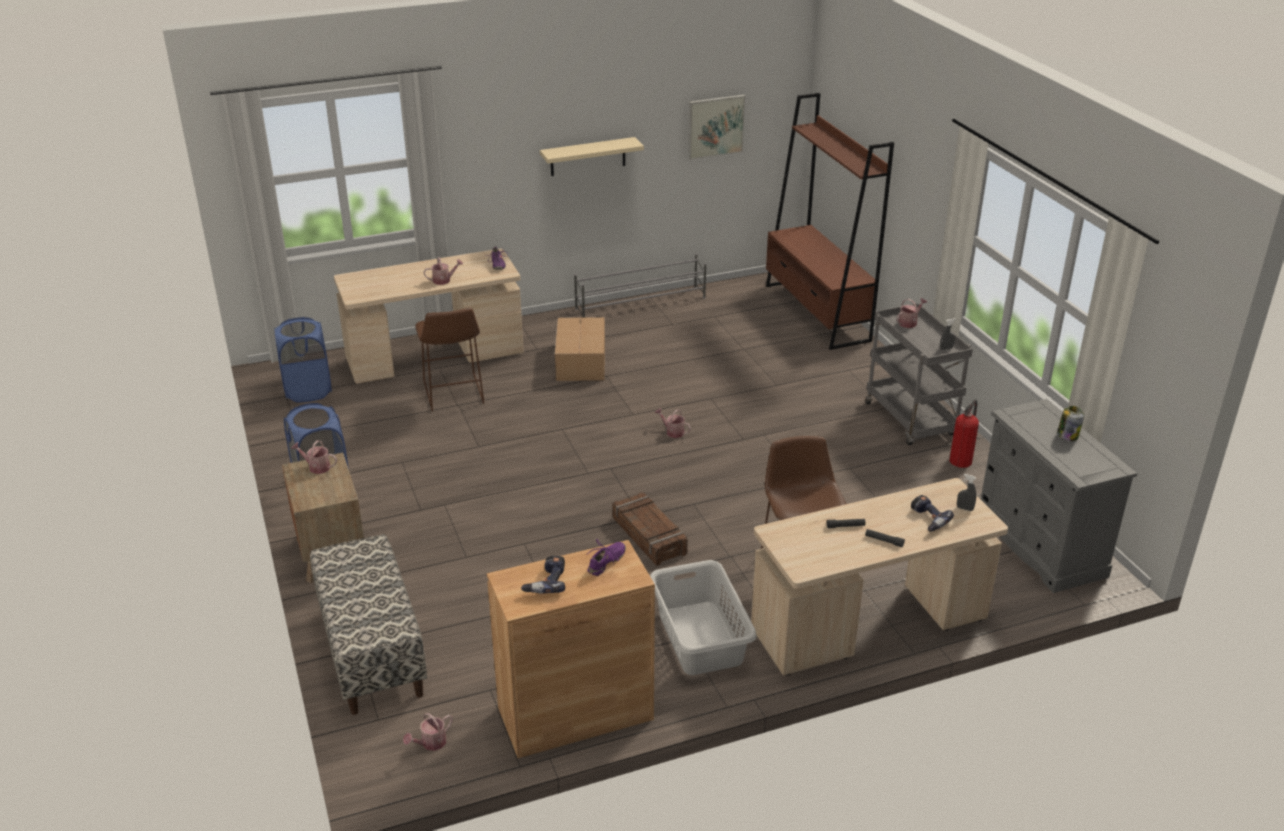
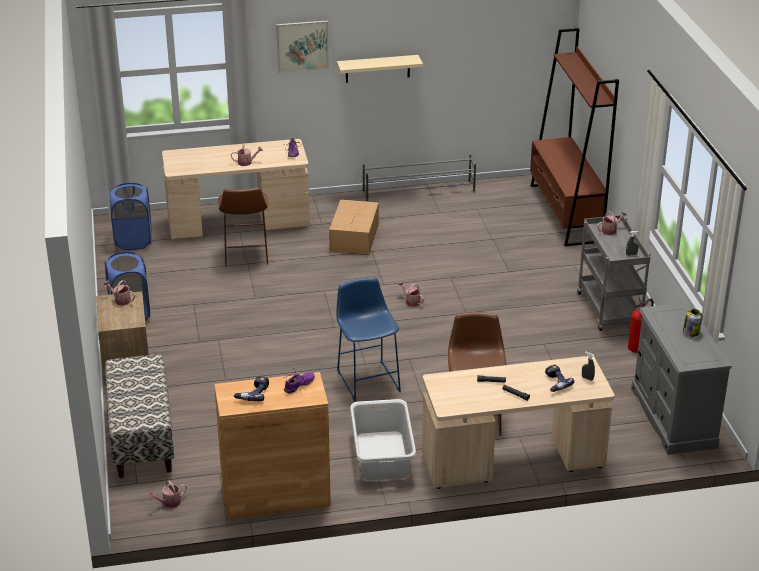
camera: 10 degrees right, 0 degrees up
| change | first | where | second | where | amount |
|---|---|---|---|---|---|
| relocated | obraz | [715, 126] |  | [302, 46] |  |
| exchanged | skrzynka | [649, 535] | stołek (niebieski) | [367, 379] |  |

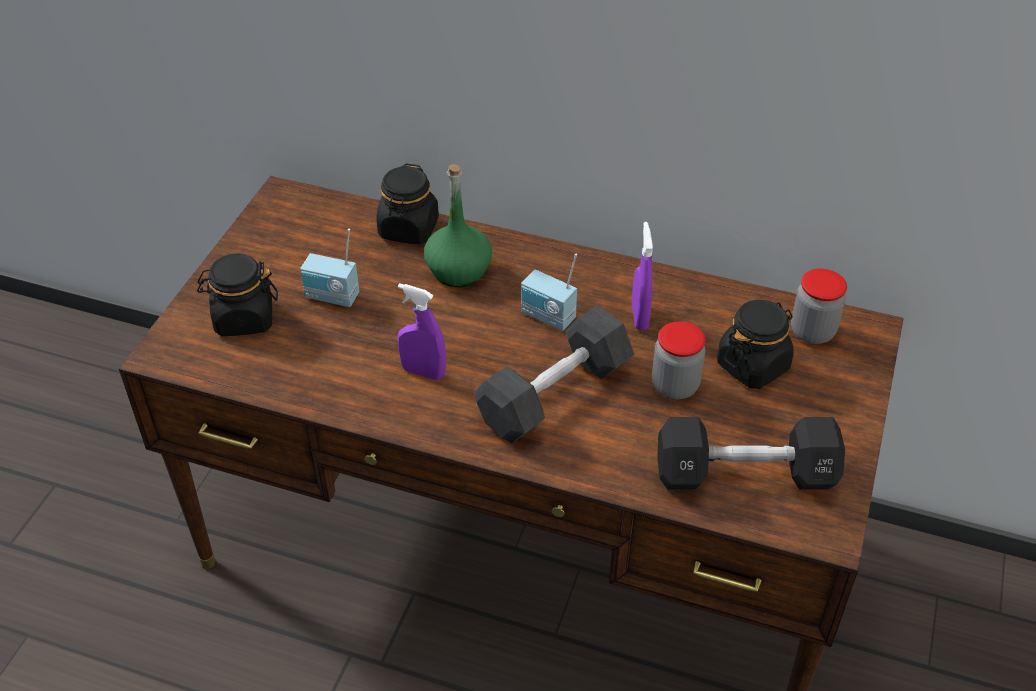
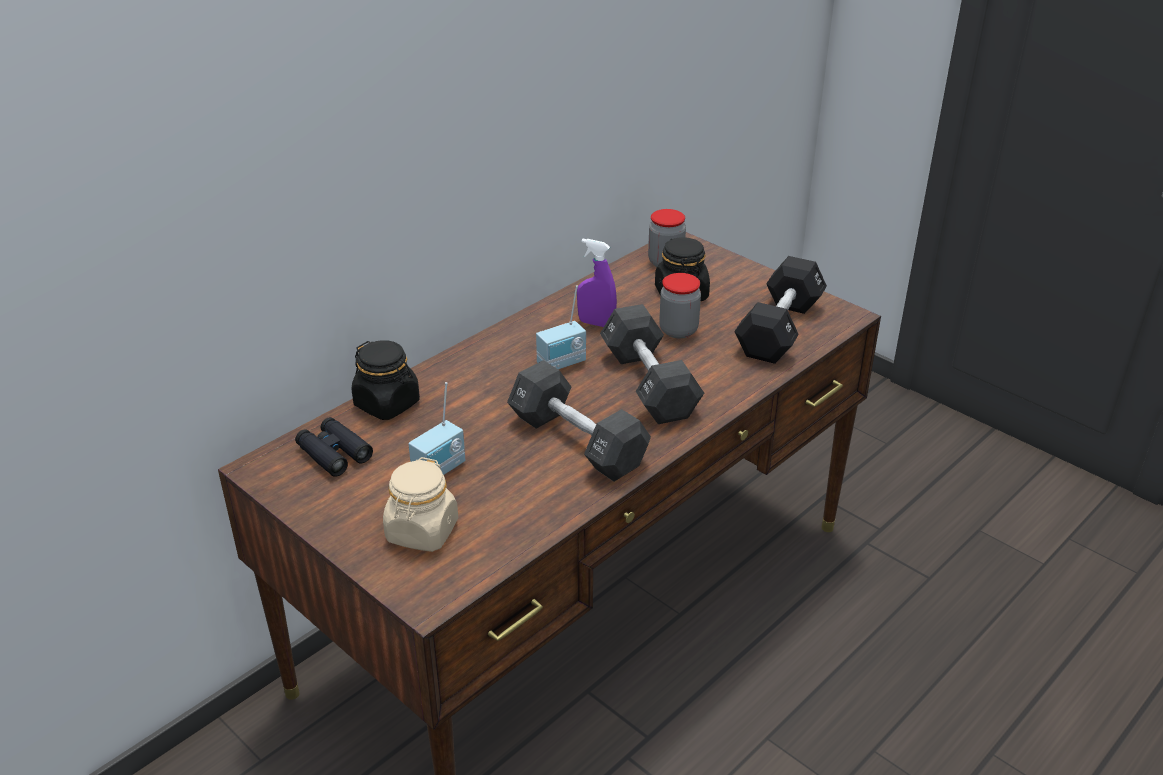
camera: 65 degrees left, 10 degrees down
| change | first | where | second | where | amount |
|---|---|---|---|---|---|
| missing | butelka (zielony) | [459, 270] |  |  |  |
| colour | słoik (czarny) | [244, 318] | słoik (beżowy) | [422, 532] |  |
| exchanged | spryskiwacz (fioletowy) | [423, 372] | hantel (czarny) | [577, 441] |  |
| appeared |  |  | lornetka (czarny) | [334, 453] |  |

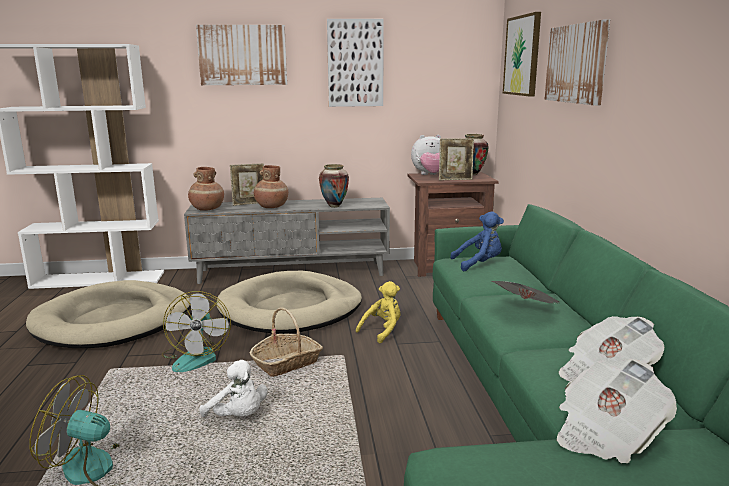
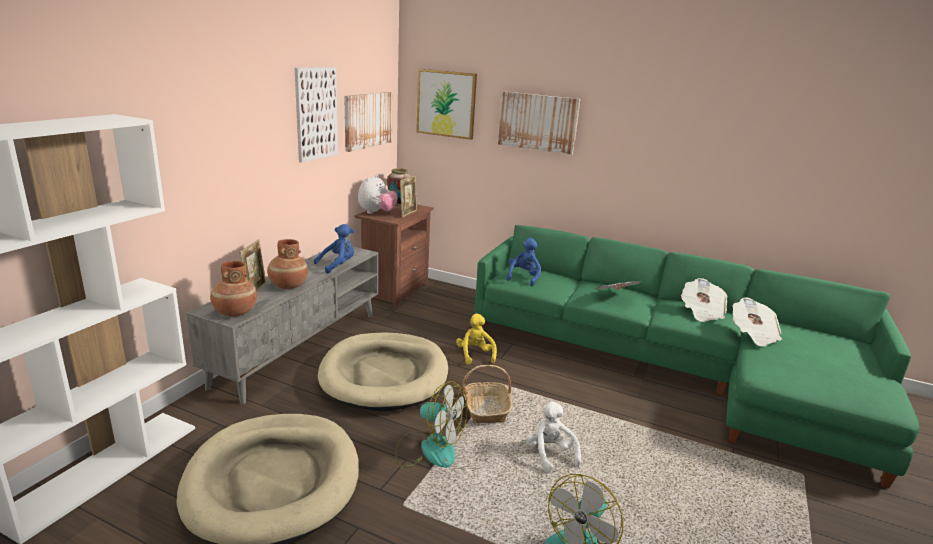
camera: 60 degrees left, 5 degrees up
| change | first | where | second | where | amount |
|---|---|---|---|---|---|
| relocated | obraz | [243, 55] |  | [368, 120] |  |
| exchanged | wazon | [334, 206] | pluszak (niebieski) | [337, 265] |  |
| spun | pluszak (biały) | [238, 417] |  | [550, 454] | 90 degrees counterclockwise |

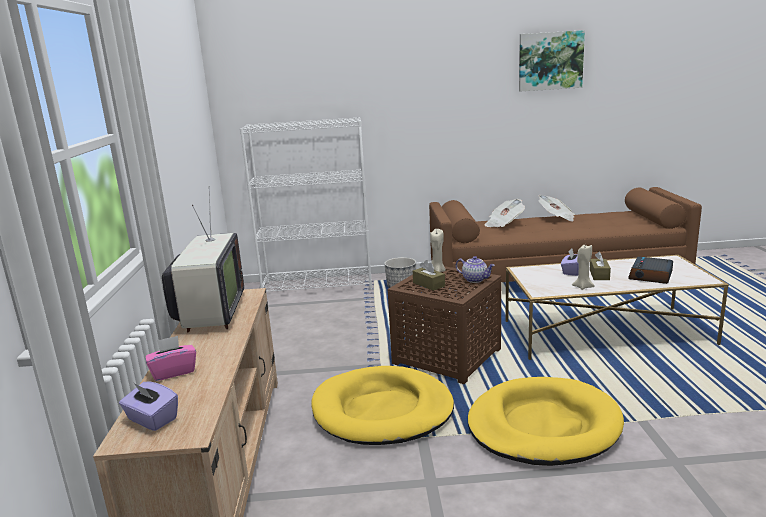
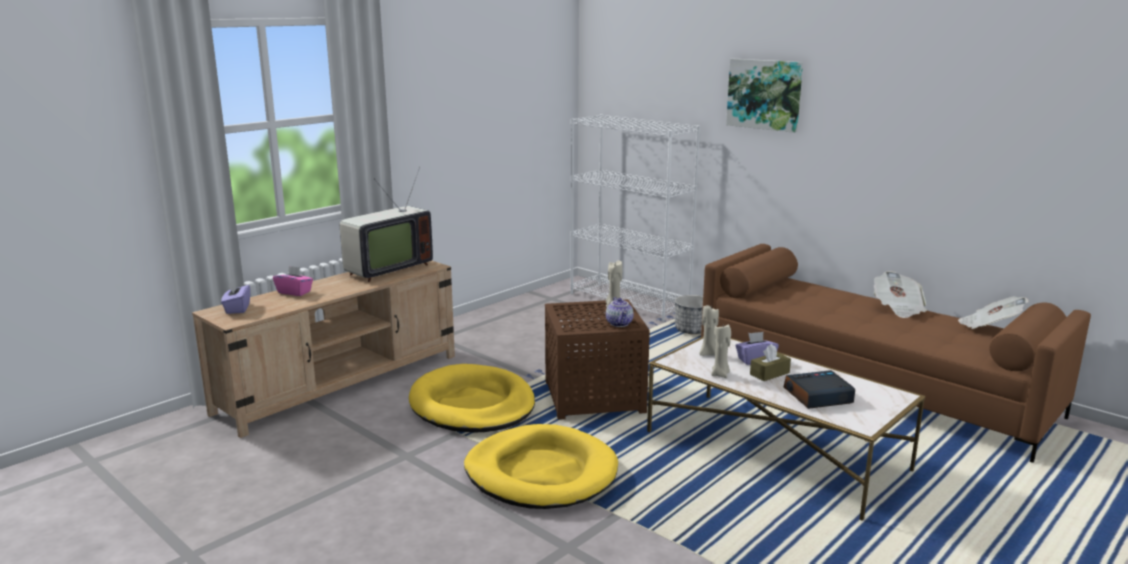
camera: 45 degrees right, 0 degrees up
| change | first | where | second | where | amount |
|---|---|---|---|---|---|
| relocated | obraz | [550, 61] |  | [764, 94] |  |
| relocated | gazeta | [503, 224] |  | [989, 327] |  |
| missing | pudełko chusteczek (brązowy) | [428, 284] |  |  |  |
| appeared |  |  | świeca (beżowy) | [709, 354] |  |

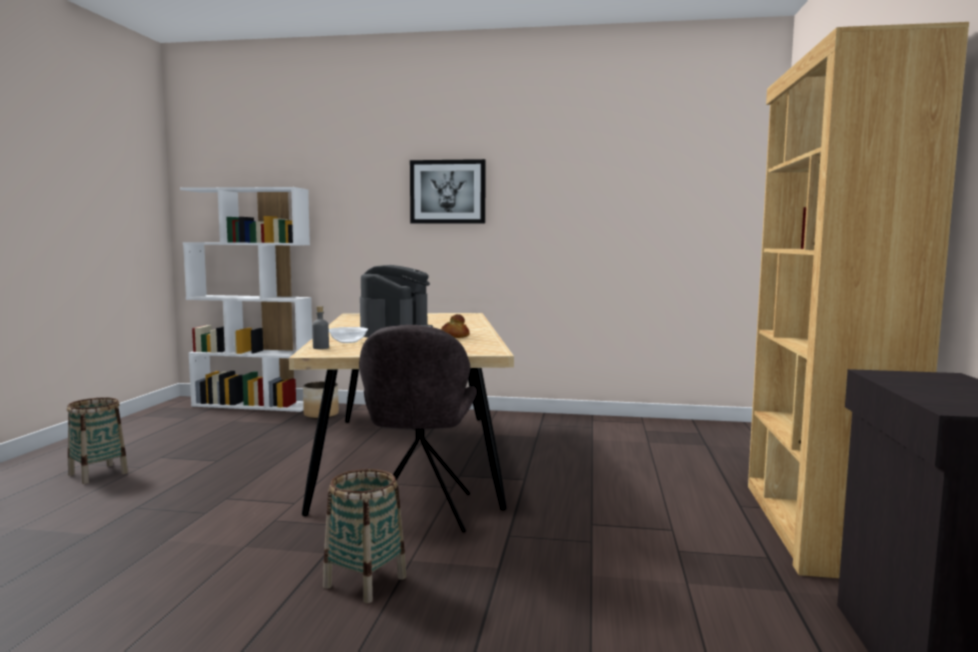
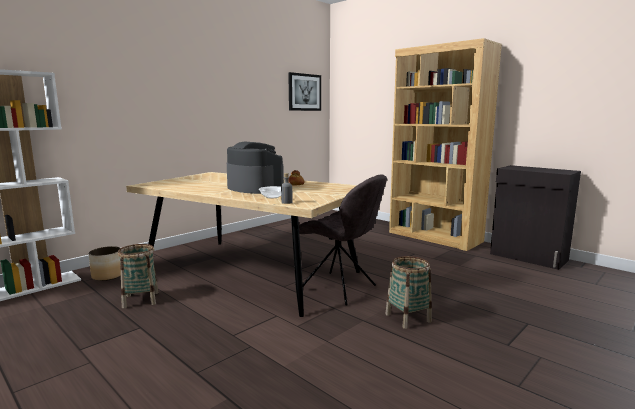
camera: 55 degrees left, 5 degrees up
| change | first | where | second | where | amount |
|---|---|---|---|---|---|
| relocated | obraz | [447, 192] |  | [304, 92] |  |
| relocated | koszyk | [98, 474] |  | [141, 300] |  |

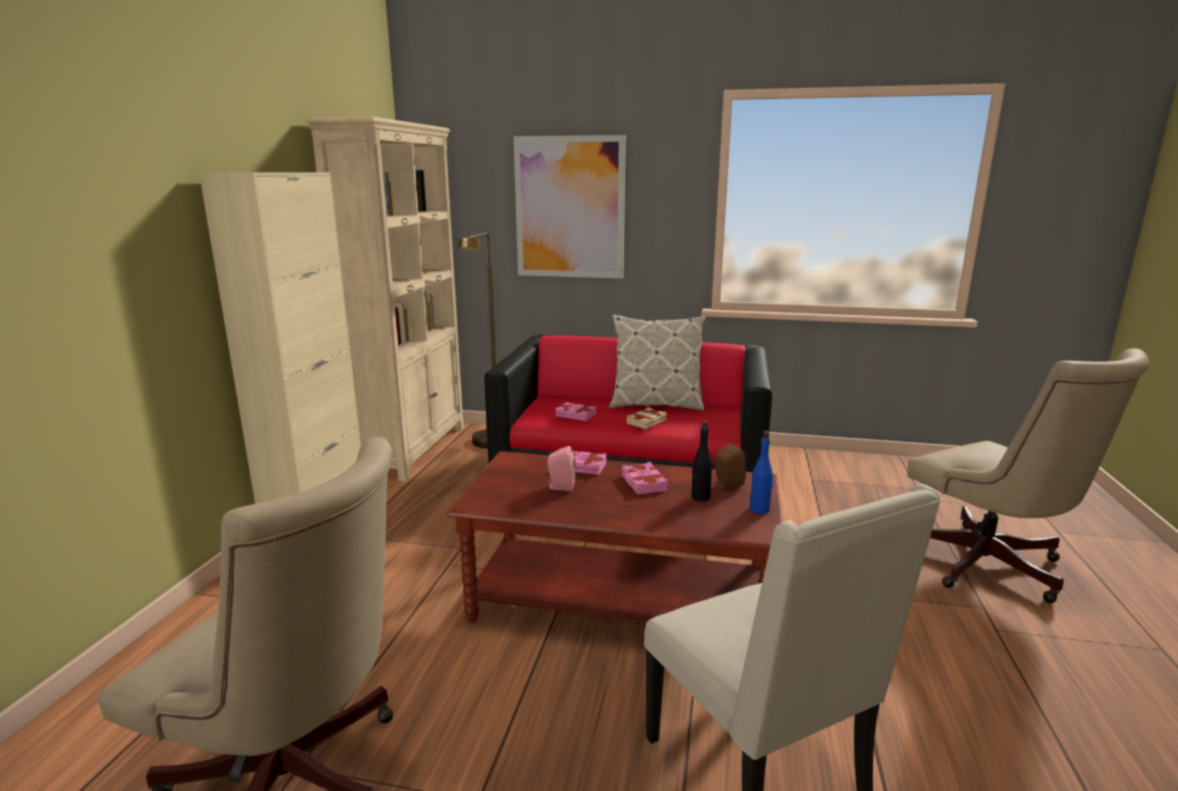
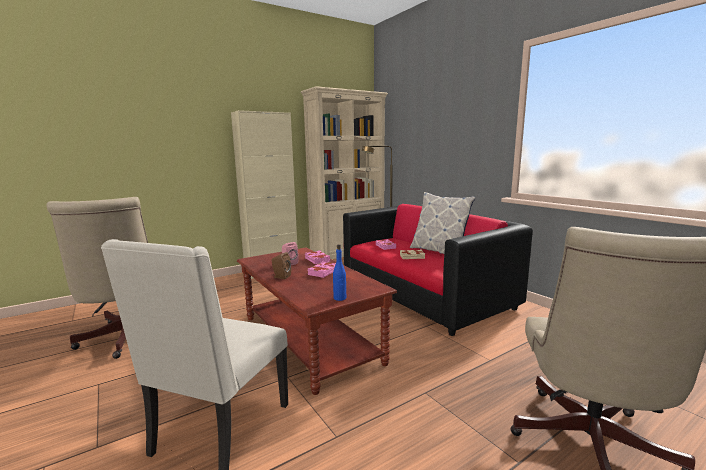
camera: 45 degrees right, 5 degrees down
| change | first | where | second | where | amount |
|---|---|---|---|---|---|
| missing | obraz | [570, 208] |  |  |  |
| missing | butelka (czarny) | [700, 497] |  |  |  |
| relocated | głośnik (brązowy) | [726, 485] |  | [280, 277] |  |

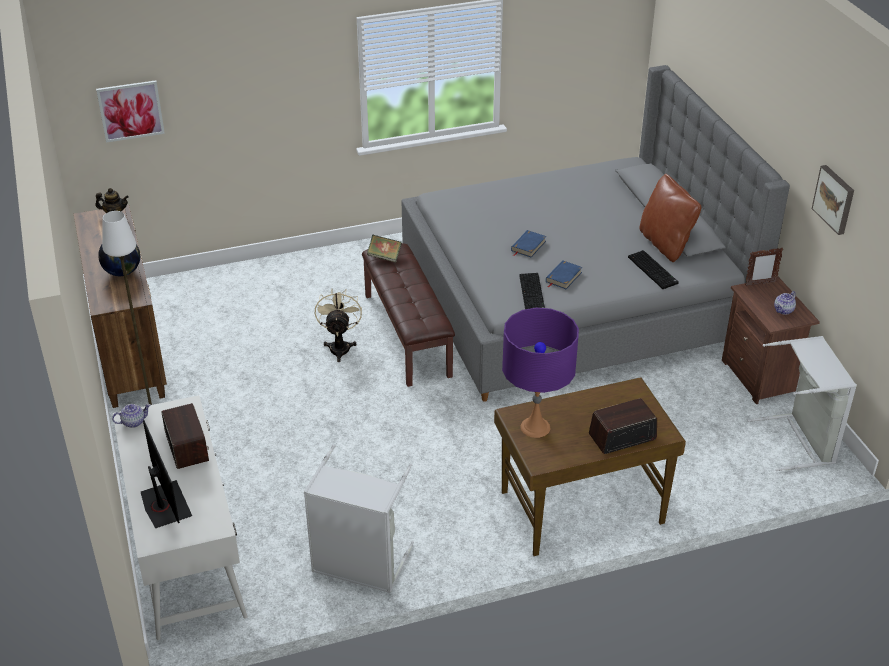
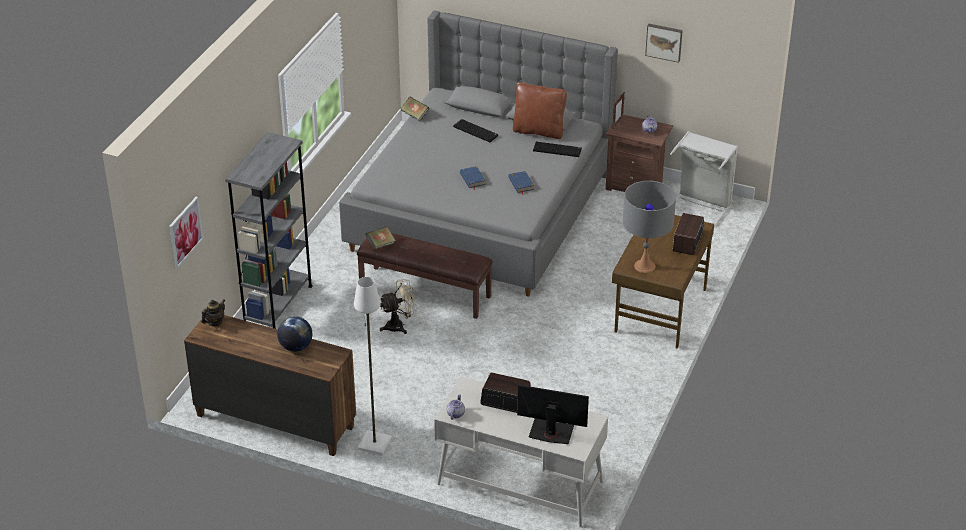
camera: 50 degrees left, 0 degrees up
| change | first | where | second | where | amount |
|---|---|---|---|---|---|
| relocated | klawiatura | [533, 294] |  | [476, 131] |  |
| spun | wentylator (beżowy) | [340, 346] |  | [399, 326] | 120 degrees clockwise |
| colour | lampa stołowa (fioletowy) | [535, 427] | lampa stołowa (szary) | [644, 266] |  |
| missing | kosz na pranie (szary) | [359, 566] |  |  |  |
| appeared |  |  | książka | [415, 115] |  |
| appeared |  |  | regał (szary) | [278, 305] |  |

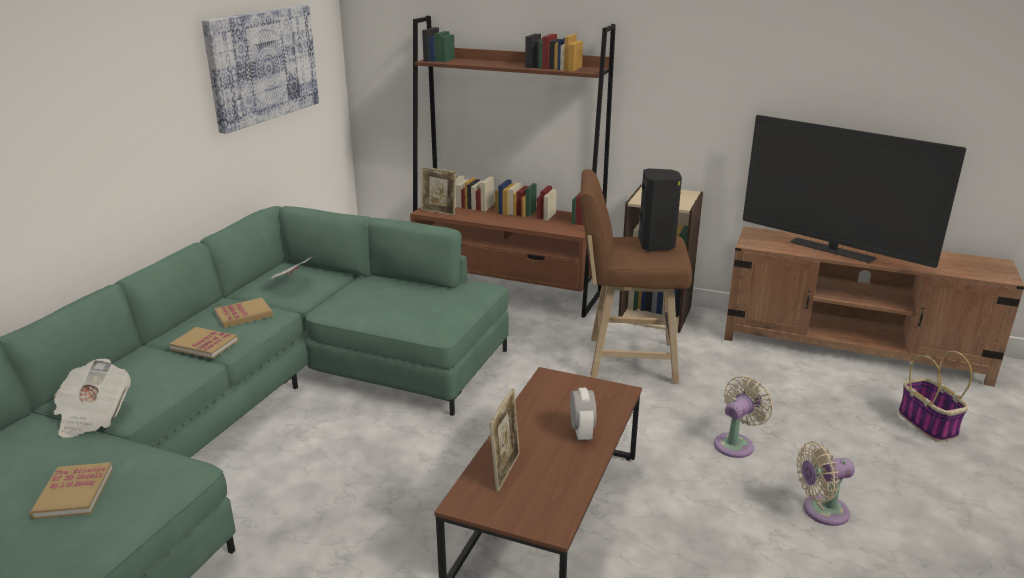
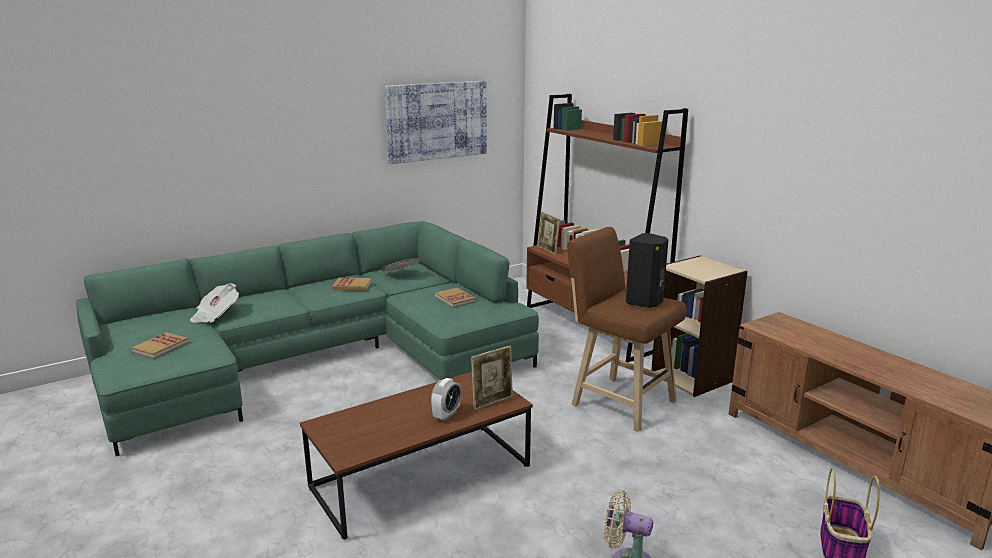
camera: 35 degrees right, 5 degrees down
| change | first | where | second | where | amount |
|---|---|---|---|---|---|
| missing | telewizor | [831, 250] |  |  |  |
| relocated | książka | [204, 345] |  | [455, 299] |  |
| missing | wentylator (beżowy) | [736, 444] |  |  |  |
| relocated | ramka na zdjęcie | [505, 471] |  | [492, 402] |  |

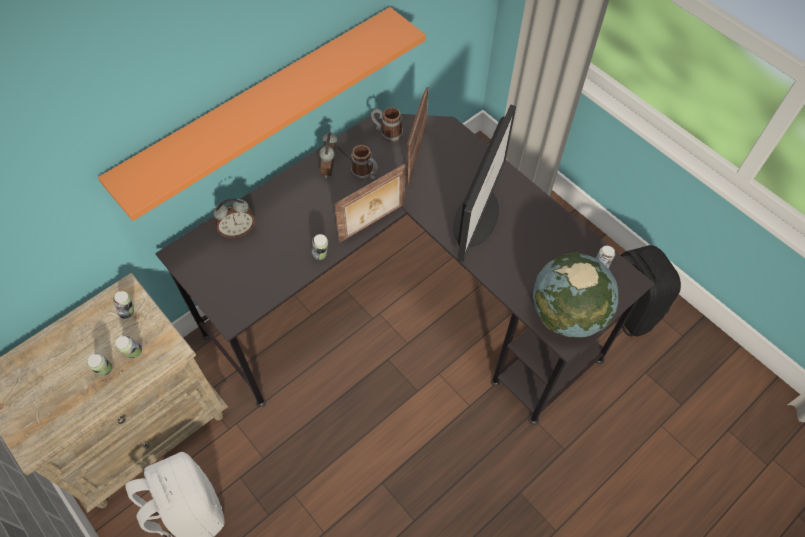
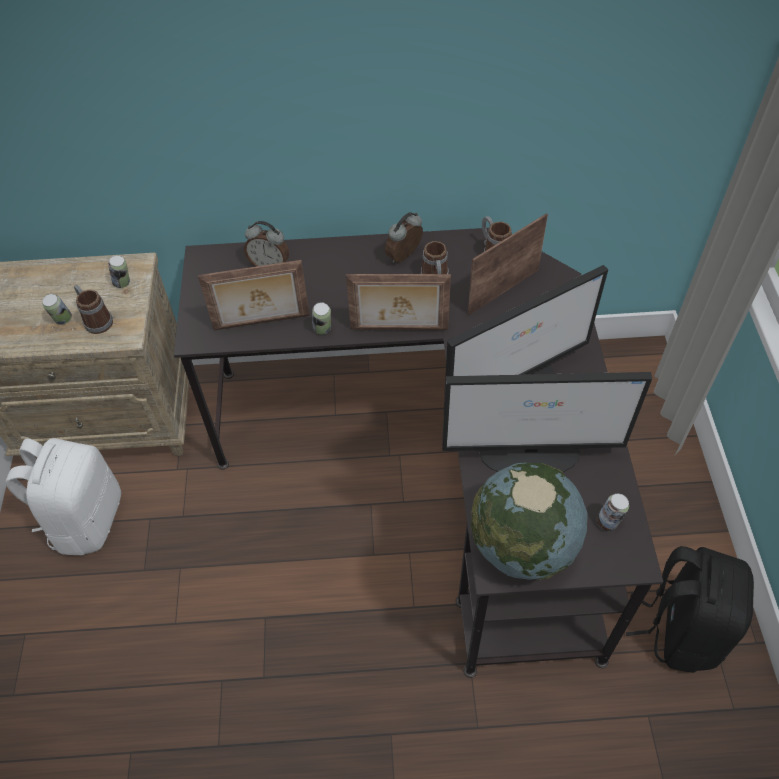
camera: 40 degrees right, 5 degrees down
| change | first | where | second | where | amount |
|---|---|---|---|---|---|
| missing | półka (pomarańczowy) | [261, 107] |  |  |  |
| exchanged | puszka | [133, 353] | kubek | [96, 320] |  |
| appeared |  |  | ramka na zdjęcie | [262, 323] |  |
| appeared |  |  | monitor | [531, 453] |  |

